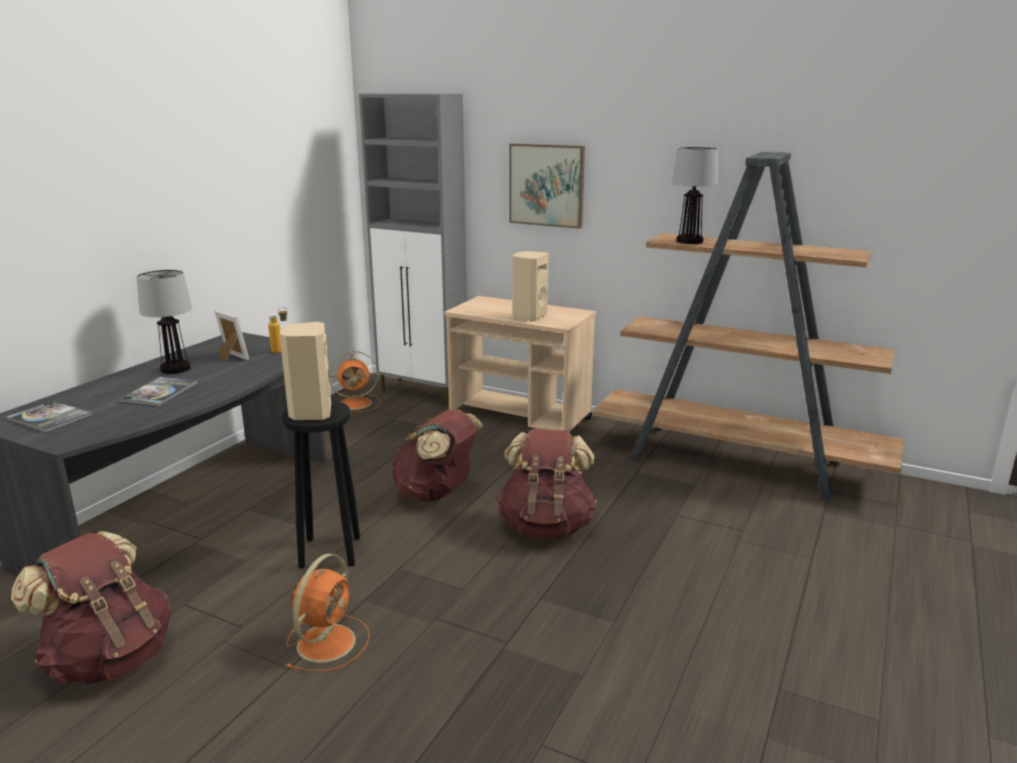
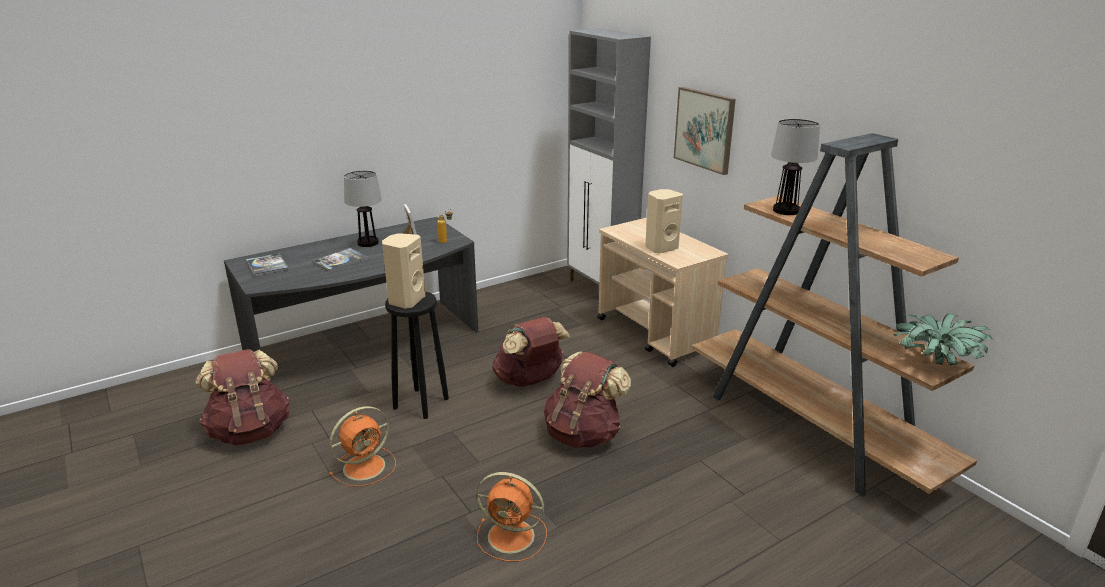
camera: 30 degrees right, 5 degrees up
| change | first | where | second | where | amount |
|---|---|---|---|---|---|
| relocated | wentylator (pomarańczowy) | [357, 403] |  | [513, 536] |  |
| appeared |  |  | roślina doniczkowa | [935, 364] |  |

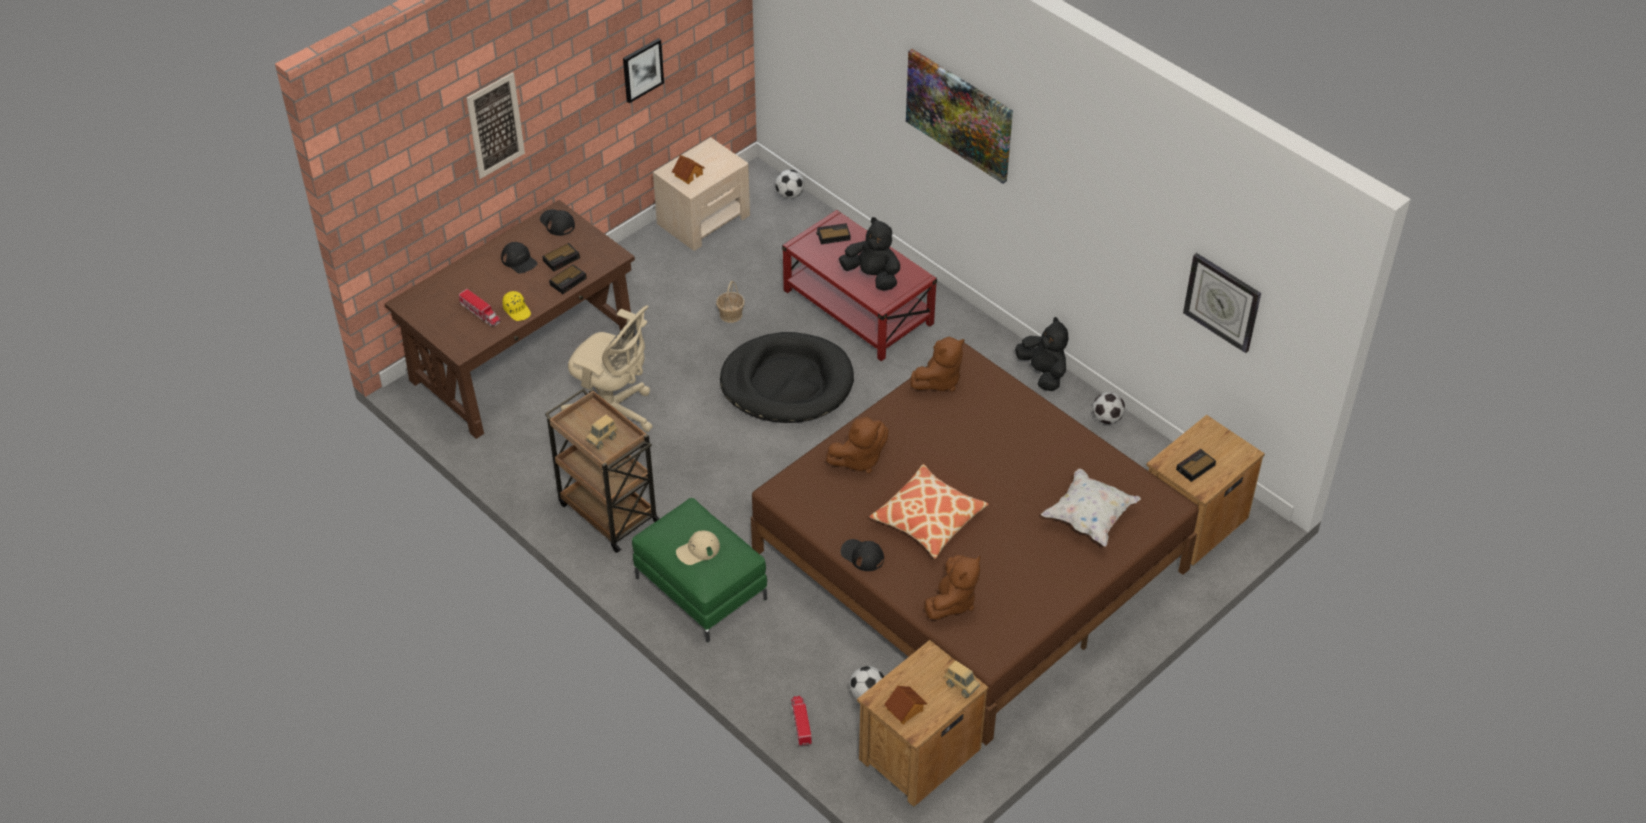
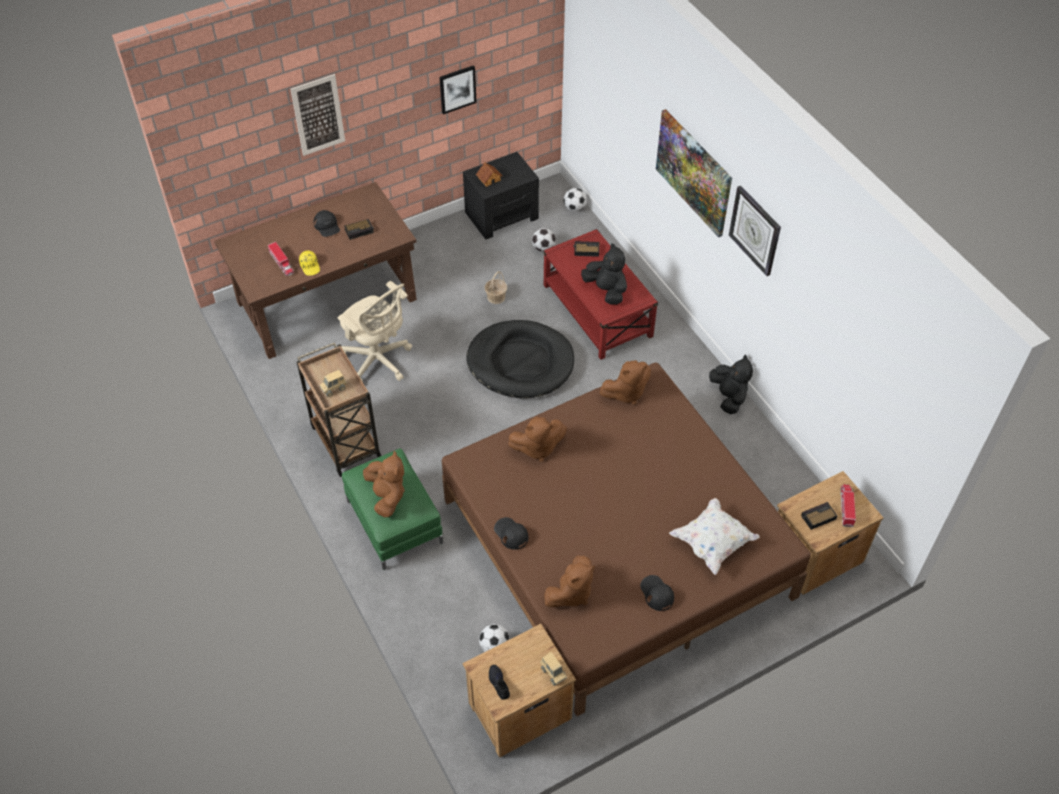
camera: 15 degrees right, 5 degrees up
| change | first | where | second | where | amount |
|---|---|---|---|---|---|
| colour | szafka nocna (beżowy) | [704, 219] | szafka nocna (czarny) | [502, 215] |  |
| relocated | czapka z daszkiem (czarny) | [557, 223] |  | [656, 593] |  |
| relocated | zegar ścienny | [1222, 302] |  | [755, 230] |  |
| missing | budzik | [568, 281] |  |  |  |
| relocated | piłka futbolowa | [1107, 418] |  | [543, 248] |  |
| missing | poduszka | [928, 519] |  |  |  |
| exchanged | czapka z daszkiem (beżowy) | [698, 550] | pluszak (brązowy) | [387, 496] |  |
| exchanged | domek | [905, 710] | but (czarny) | [499, 683] |  |
| relocated | ciężarówka zabawkowa | [801, 723] |  | [846, 507] |  |

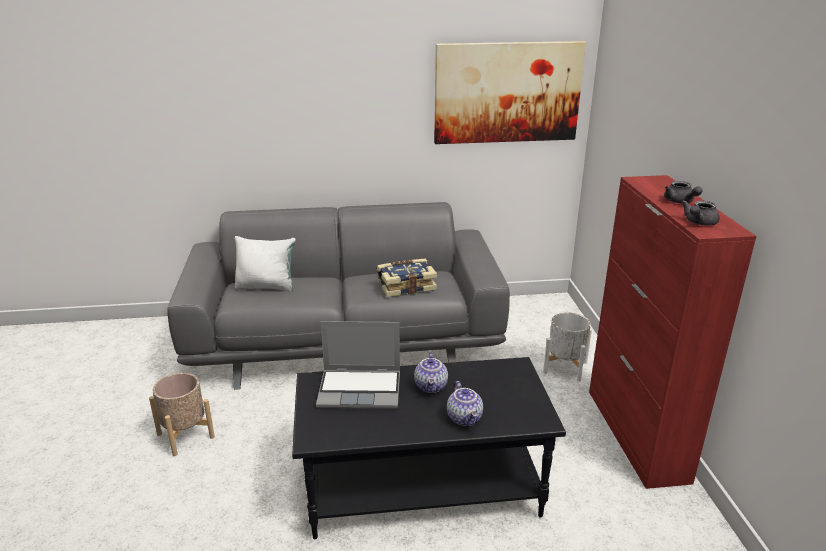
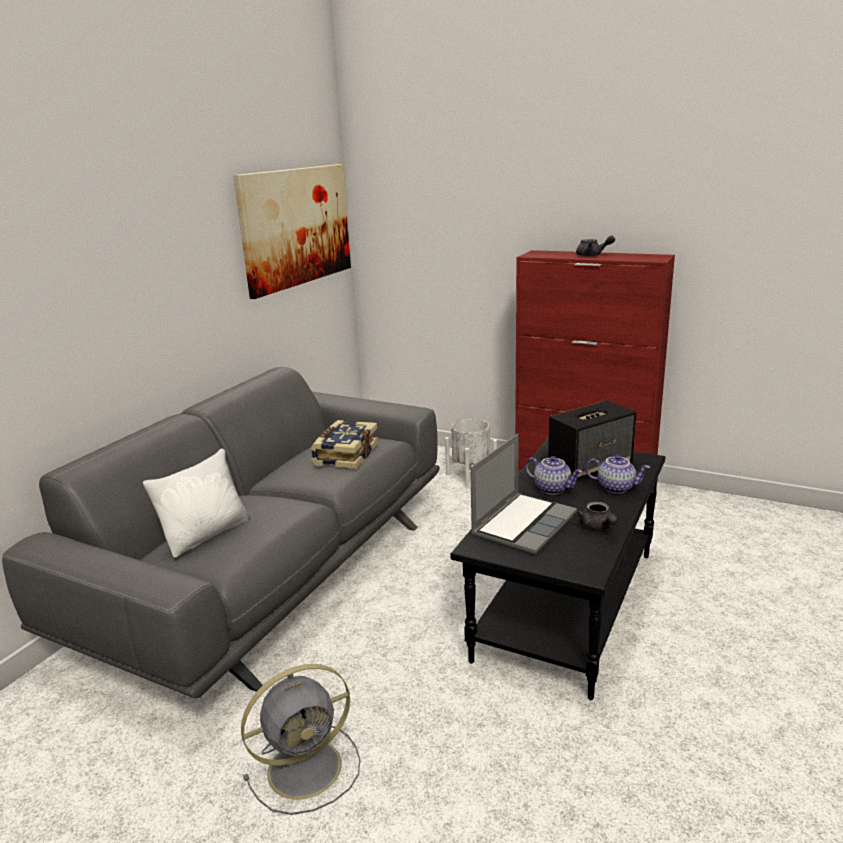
camera: 55 degrees left, 5 degrees down
| change | first | where | second | where | amount |
|---|---|---|---|---|---|
| relocated | imbryk (szary) | [698, 223] |  | [598, 527] |  |
| exchanged | donica (beżowy) | [185, 435] | wentylator (szary) | [308, 767] |  |
| appeared |  |  | głośnik | [590, 466] |  |

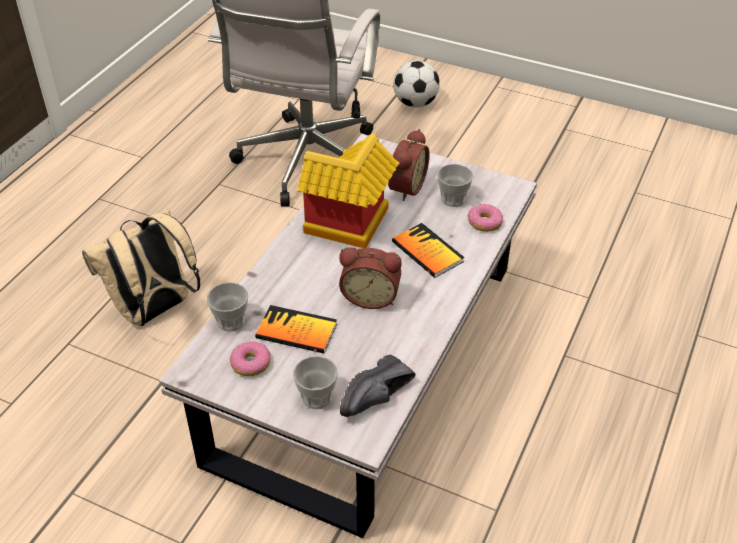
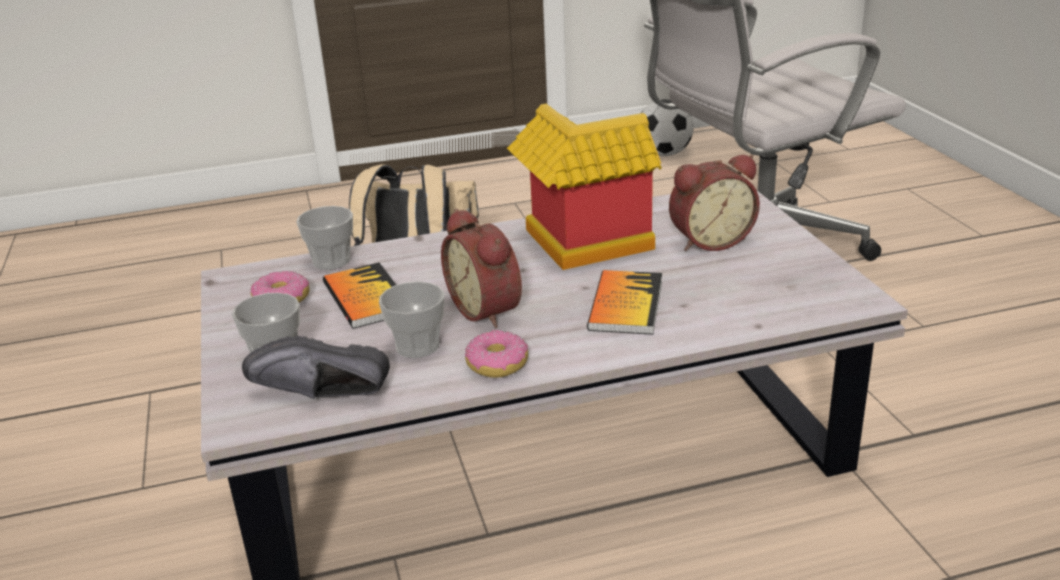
camera: 50 degrees right, 15 degrees down
| change | first | where | second | where | amount |
|---|---|---|---|---|---|
| relocated | piłka futbolowa | [415, 103] |  | [664, 154] |  |
| relocated | filiżanka | [453, 199] |  | [417, 346] |  |
| relocated | donut | [484, 223] |  | [497, 364] |  |

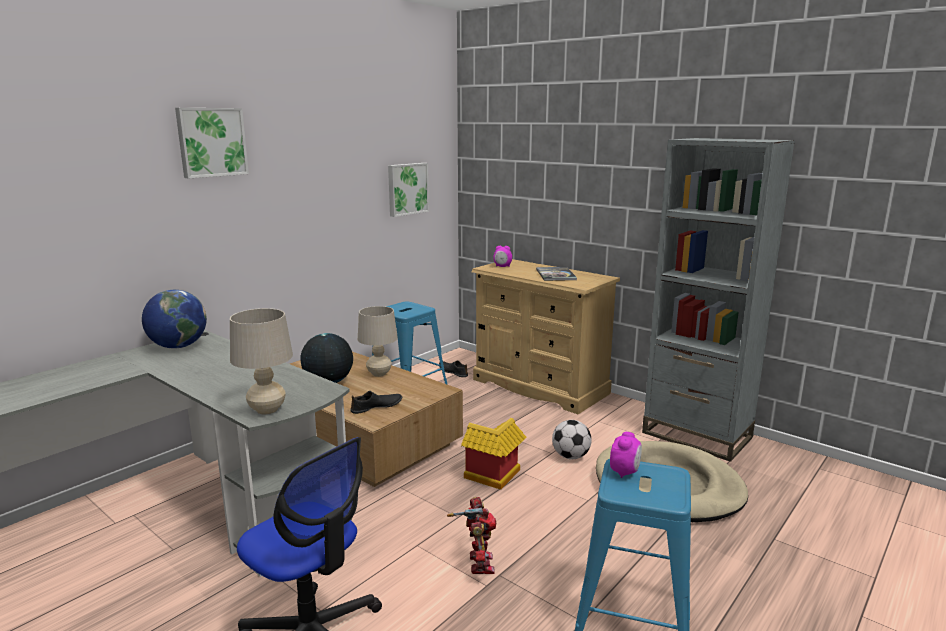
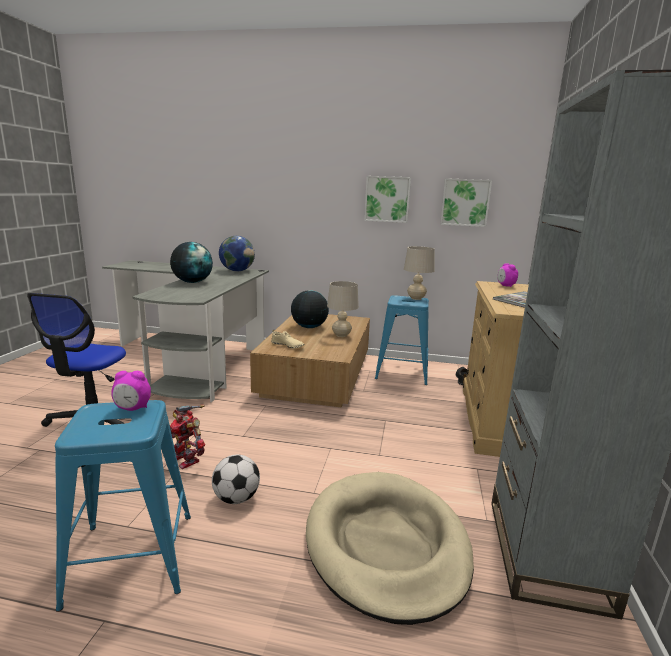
camera: 60 degrees right, 0 degrees up
| change | first | where | second | where | amount |
|---|---|---|---|---|---|
| relocated | obraz | [211, 142] |  | [387, 199] |  |
| relocated | lampa stołowa (beżowy) | [267, 409] |  | [416, 298] |  |
| colour | but (czarny) | [376, 407] | but (beżowy) | [287, 345] |  |
| missing | domek | [492, 477] |  |  |  |
| relocated | piłka futbolowa | [570, 456] |  | [236, 498] |  |
| spun | robot zabawkowy | [478, 564] |  | [187, 459] | 75 degrees clockwise |
| appeared |  |  | globus | [192, 282] |  |

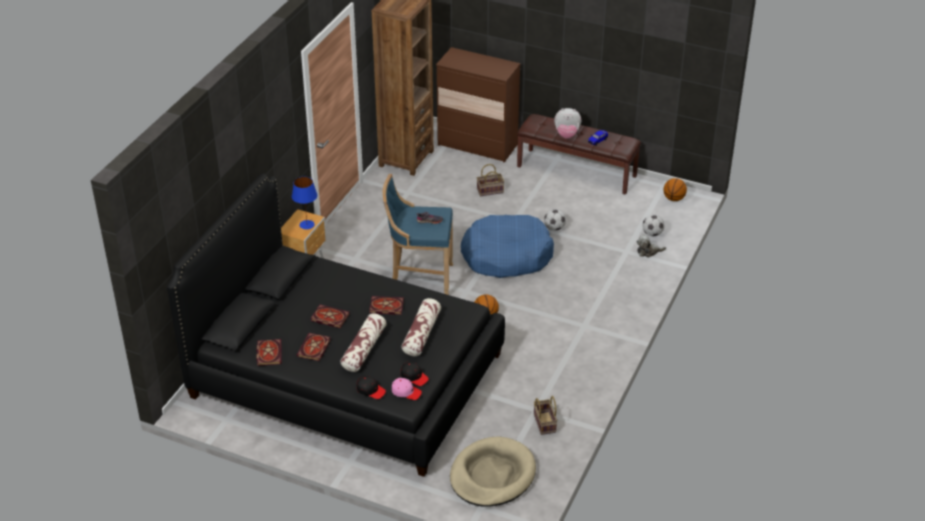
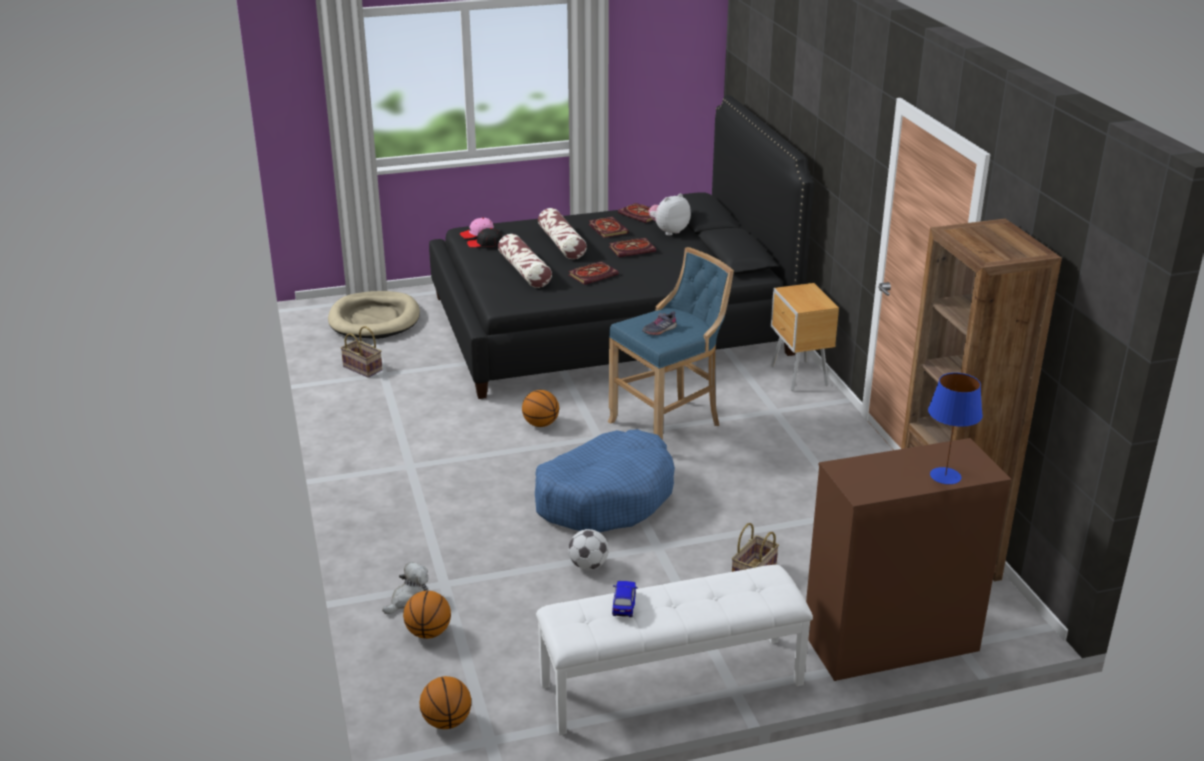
camera: 140 degrees right, 10 degrees down
| change | first | where | second | where | amount |
|---|---|---|---|---|---|
| relocated | pluszak | [567, 135] |  | [669, 231] |  |
| colour | ławka (brązowy) | [577, 171] | ławka (biały) | [671, 685] |  |
| relocated | lampa stołowa (niebieski) | [307, 225] |  | [944, 476] |  |
| exchanged | piłka futbolowa | [652, 234] | piłka do koszykówki | [428, 633] |  |
| missing | czapka z daszkiem (czarny) | [370, 390] |  |  |  |

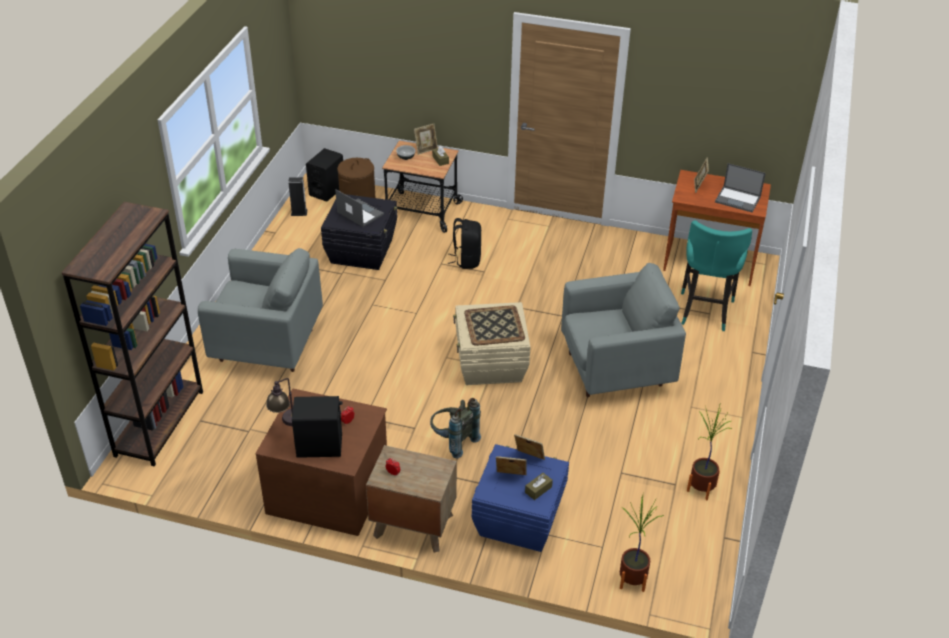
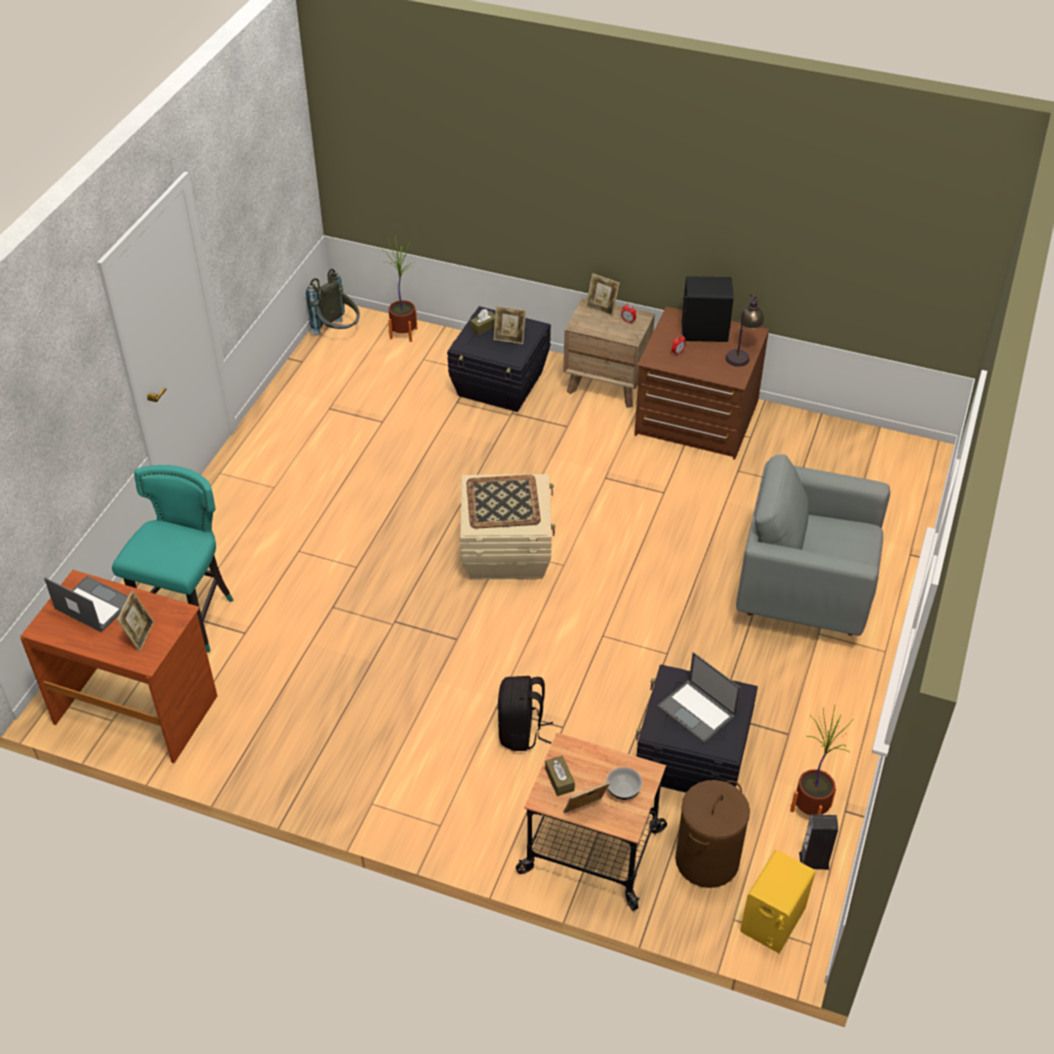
camera: 175 degrees left, 5 degrees up
| change | first | where | second | where | amount |
|---|---|---|---|---|---|
| colour | głośnik (czarny) | [327, 190] | głośnik (żółty) | [772, 920] |  |
| missing | regał (brązowy) | [159, 423] |  |  |  |
| missing | fotel (szary) | [615, 370] |  |  |  |
| relocated | plecak (szary) | [453, 441] |  | [338, 333] |  |
| relocated | roślina doniczkowa | [701, 489] |  | [811, 808] |  |
| relocated | ramka na zdjęcie | [529, 458] |  | [601, 308] |  |
| colour | pojemnik do przechowywania (niebieski) | [518, 519] | pojemnik do przechowywania (czarny) | [500, 385] |  |

